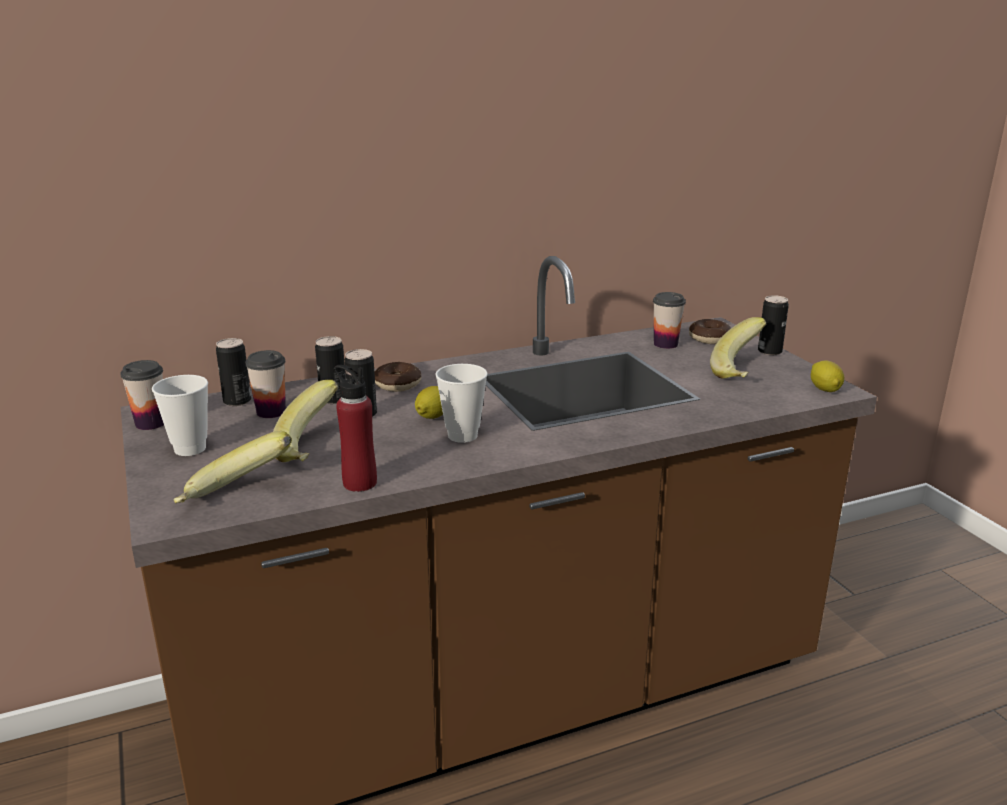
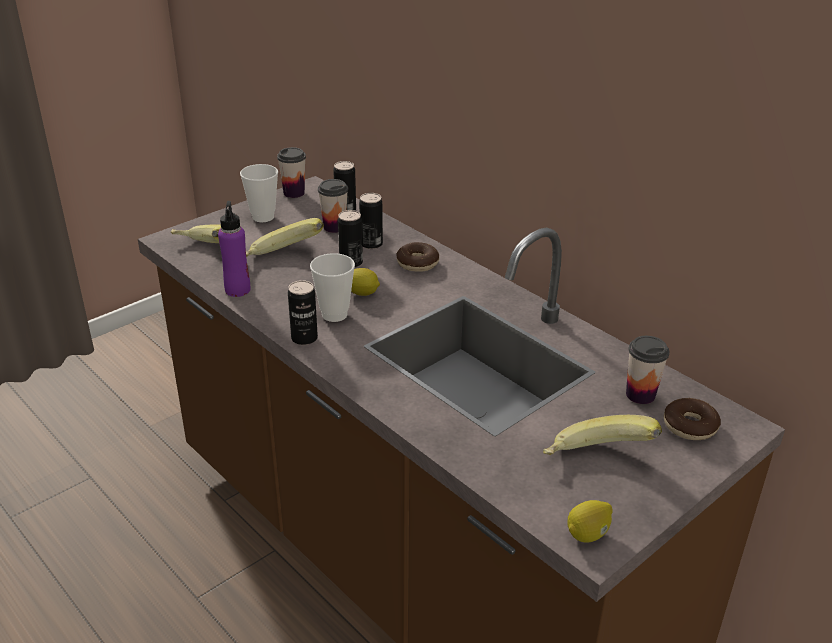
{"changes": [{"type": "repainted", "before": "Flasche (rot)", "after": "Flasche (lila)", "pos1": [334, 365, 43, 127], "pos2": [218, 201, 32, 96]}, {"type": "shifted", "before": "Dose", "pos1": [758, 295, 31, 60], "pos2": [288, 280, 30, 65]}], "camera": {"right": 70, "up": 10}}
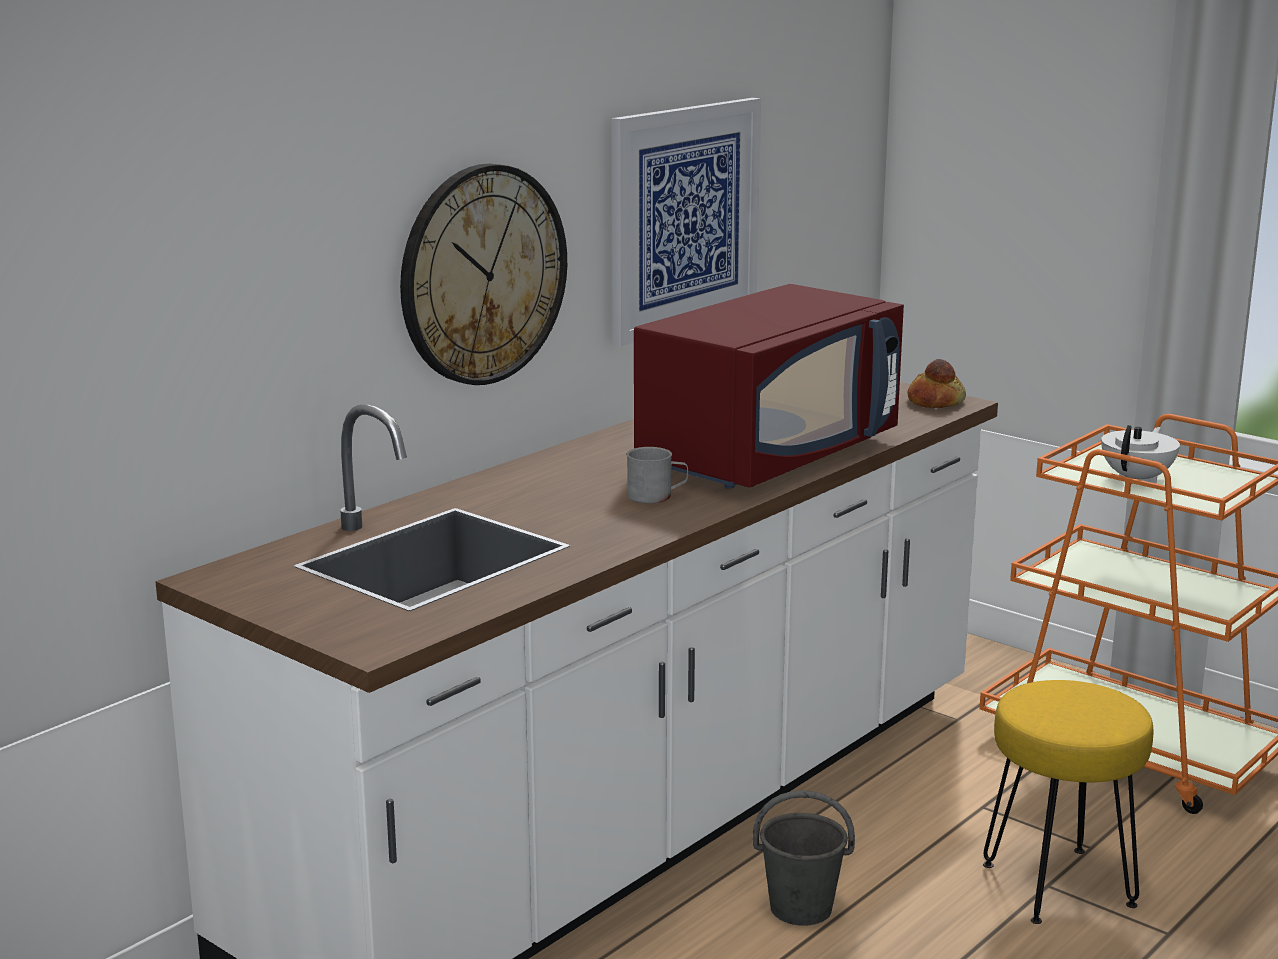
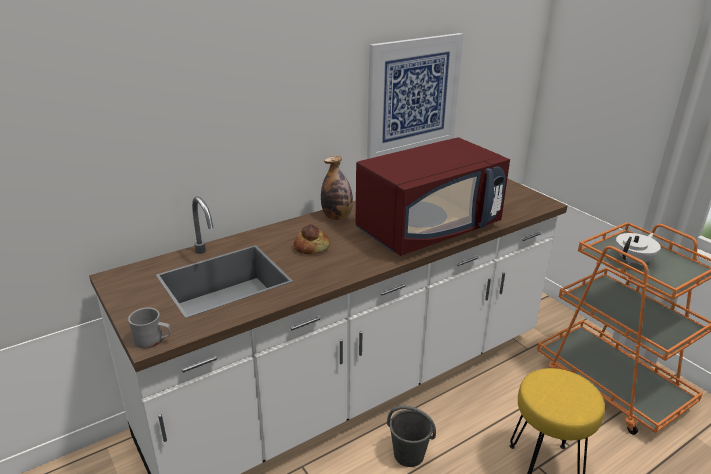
{"changes": [{"type": "shifted", "before": "Henkelbecher (grau)", "pos1": [626, 447, 62, 56], "pos2": [128, 307, 43, 41]}, {"type": "shifted", "before": "Brot", "pos1": [908, 359, 58, 49], "pos2": [294, 224, 36, 30]}, {"type": "new", "after": "Flasche", "pos2": [321, 156, 32, 64]}, {"type": "gone", "before": "Wanduhr", "pos1": [400, 164, 167, 221]}], "camera": {"right": 15, "up": 10}}
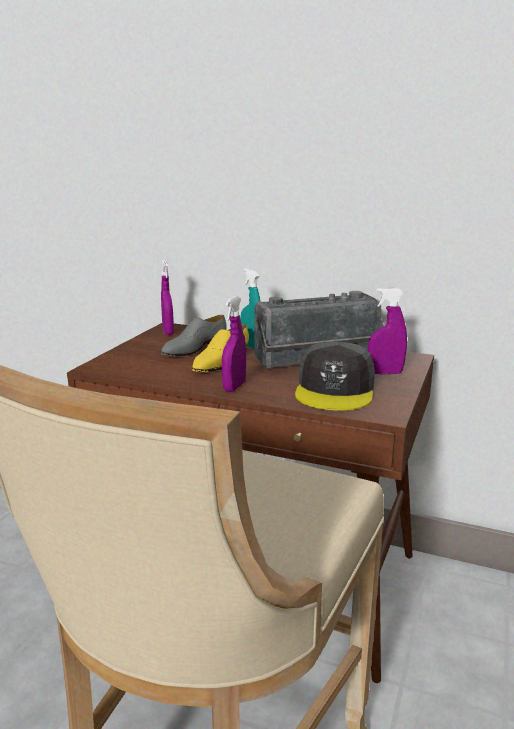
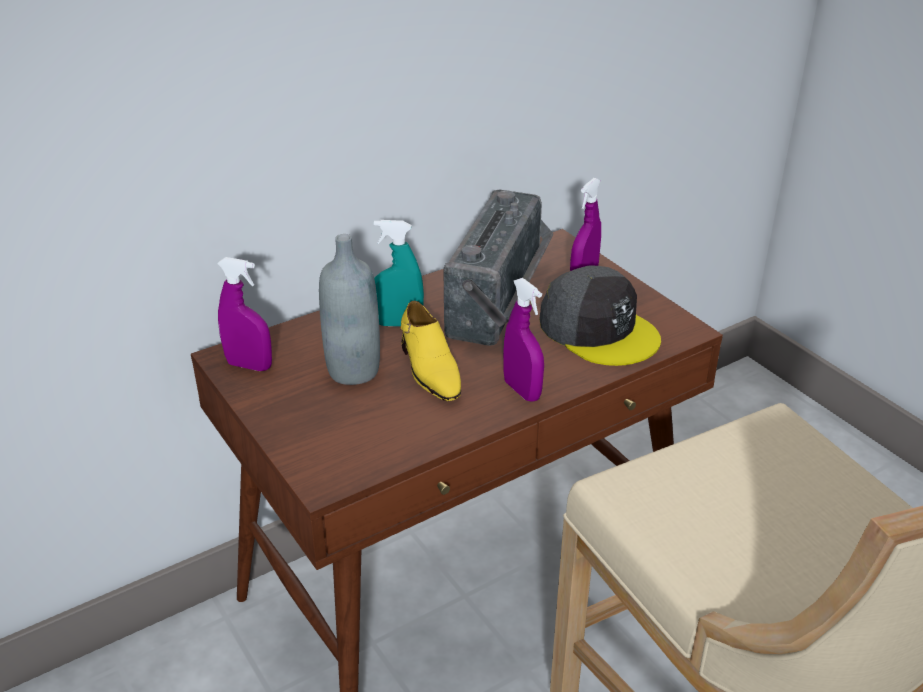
{"changes": [{"type": "swapped", "before": "Schuh (grau)", "after": "Flasche (grau)", "pos1": [161, 315, 66, 42], "pos2": [319, 234, 61, 151]}], "camera": {"right": -55, "up": 15}}
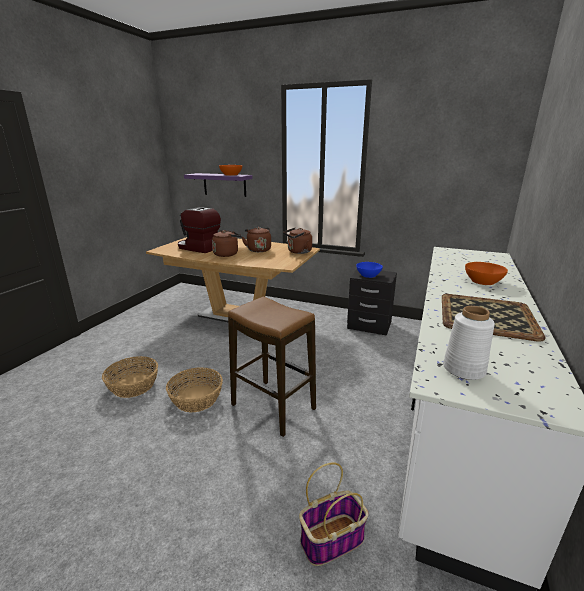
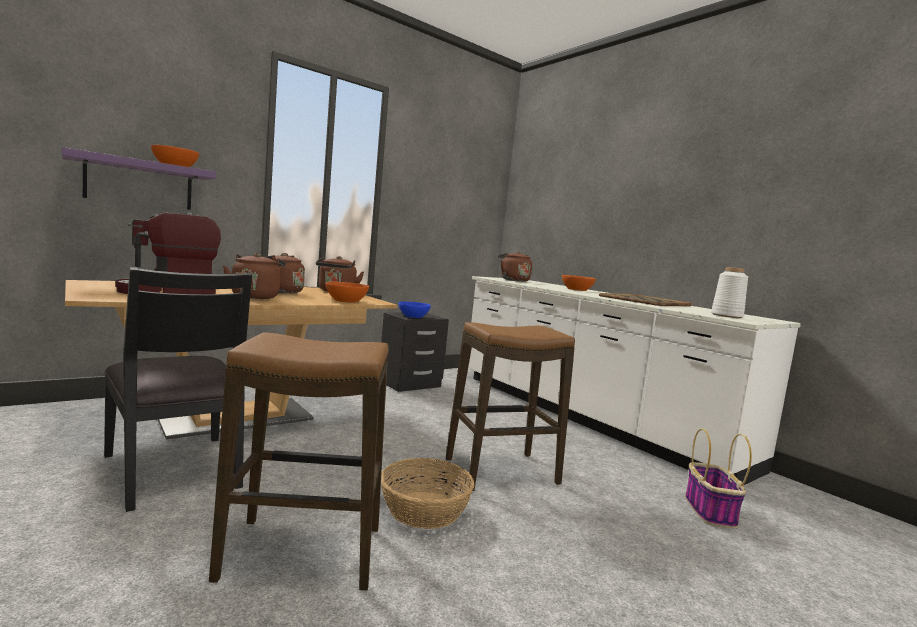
{"changes": [{"type": "new", "after": "Stuhl (schwarz)", "pos2": [104, 267, 148, 245]}, {"type": "swapped", "before": "Korb", "after": "Hocker", "pos1": [102, 356, 56, 42], "pos2": [209, 332, 180, 259]}, {"type": "new", "after": "Schüssel (orange)", "pos2": [326, 282, 43, 21]}, {"type": "new", "after": "Wasserkessel (braun)", "pos2": [498, 252, 34, 30]}], "camera": {"right": -60, "up": -15}}
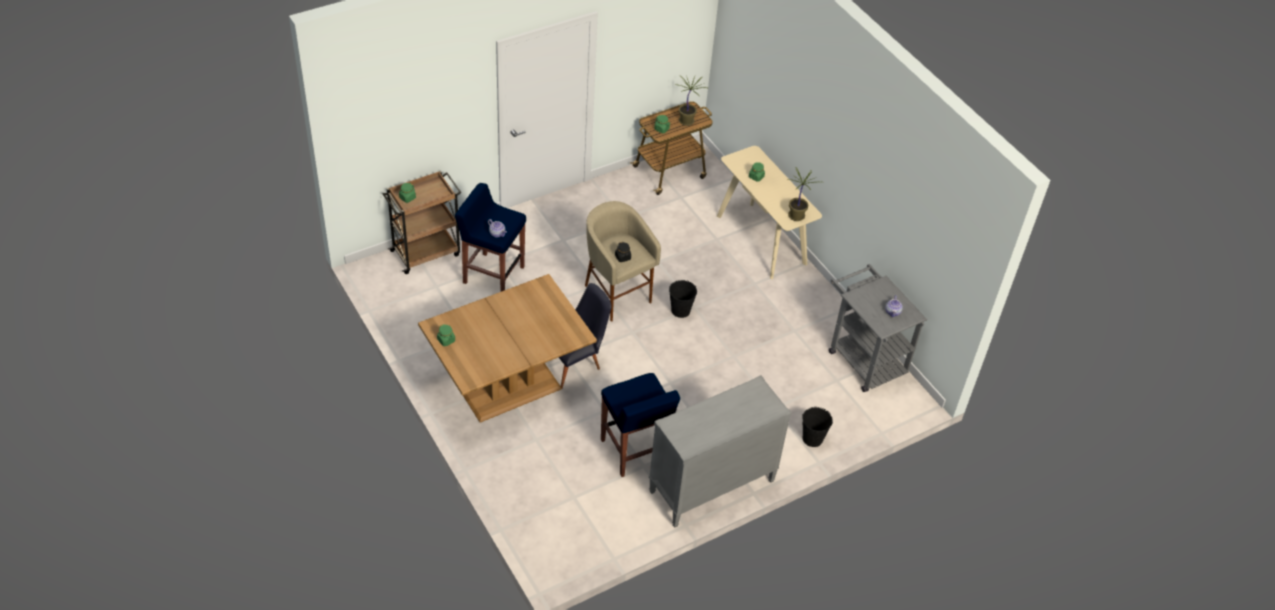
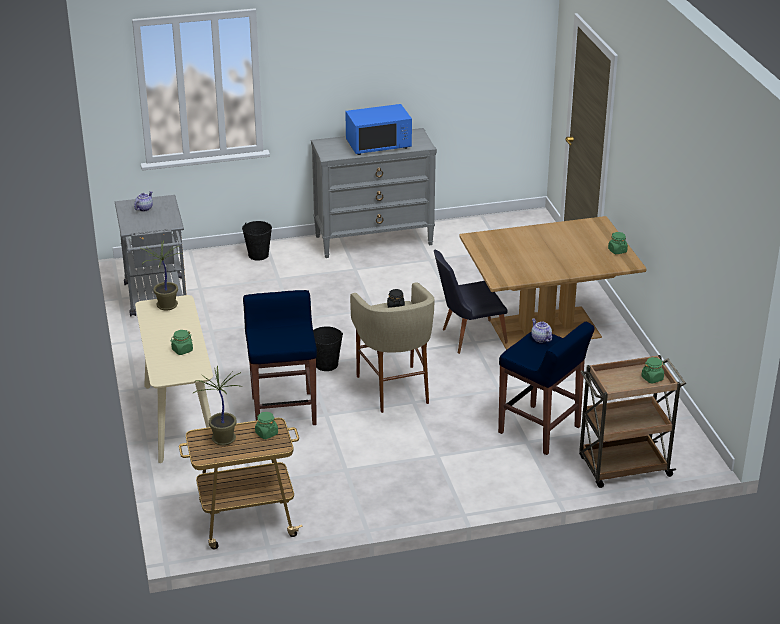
{"changes": [{"type": "shifted", "before": "Hocker (blau)", "pos1": [601, 373, 79, 104], "pos2": [243, 290, 74, 135]}, {"type": "new", "after": "Mikrowelle (blau)", "pos2": [345, 104, 67, 51]}], "camera": {"right": -160, "up": -15}}
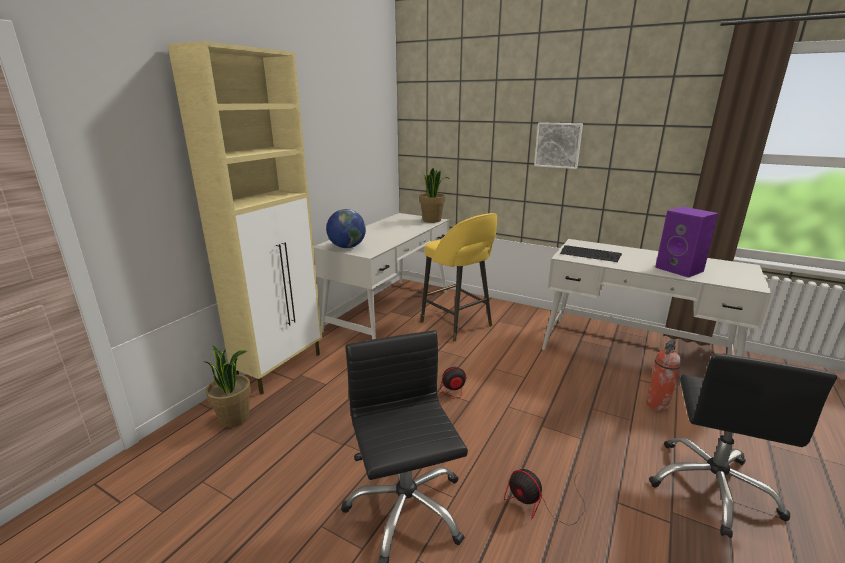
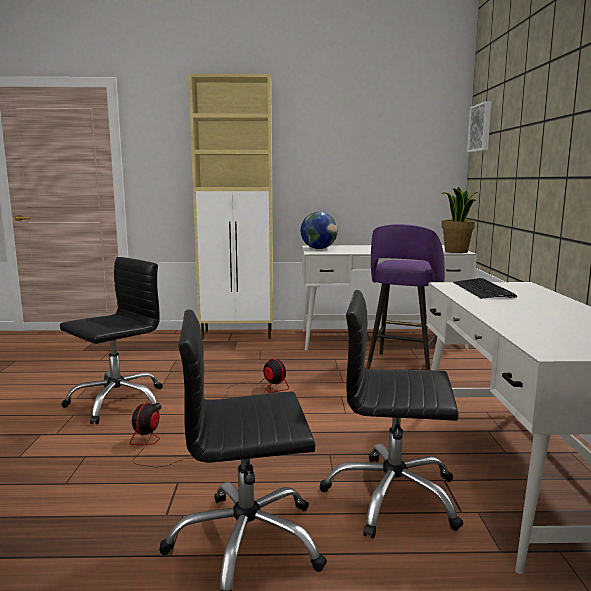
{"changes": [{"type": "swapped", "before": "Feuerlöscher", "after": "Bürostuhl (schwarz)", "pos1": [646, 339, 35, 72], "pos2": [320, 290, 144, 249]}, {"type": "repainted", "before": "Hocker (gelb)", "after": "Hocker (lila)", "pos1": [421, 213, 76, 129], "pos2": [366, 224, 79, 146]}, {"type": "shifted", "before": "Bild", "pos1": [534, 122, 49, 47], "pos2": [467, 101, 24, 51]}, {"type": "gone", "before": "Topfpflanze", "pos1": [206, 345, 45, 82]}, {"type": "gone", "before": "Lautsprecher (lila)", "pos1": [655, 207, 64, 71]}], "camera": {"right": 60, "up": -10}}
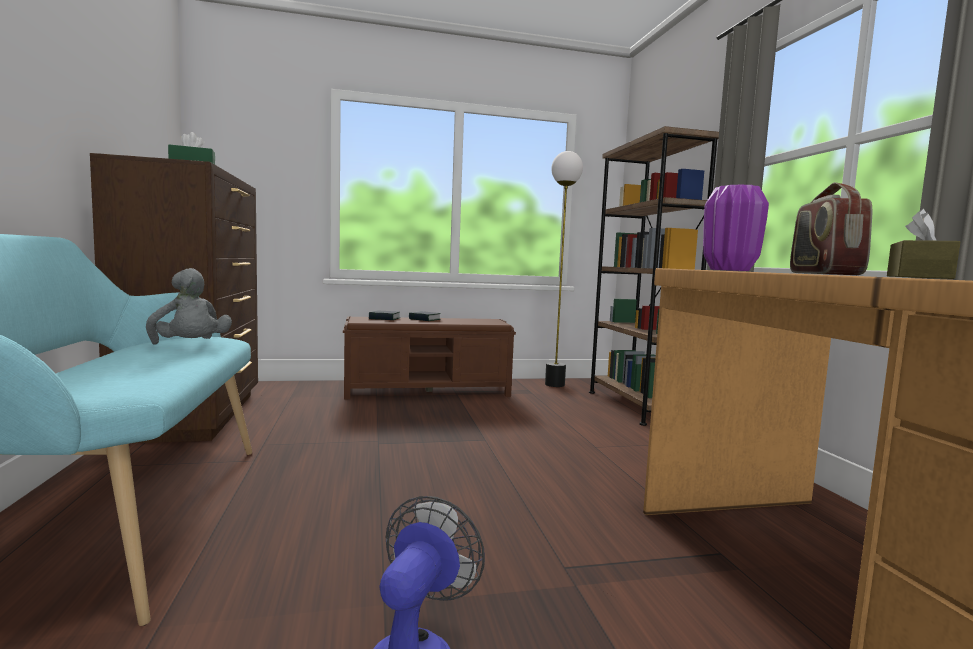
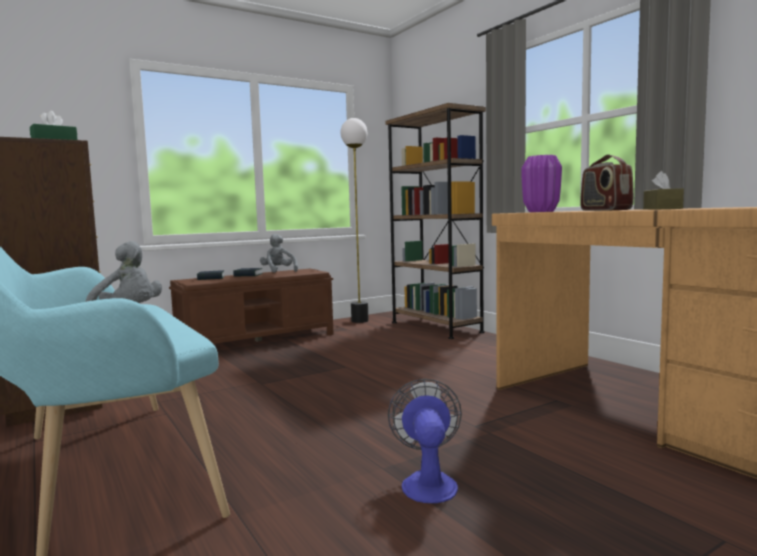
{"changes": [{"type": "new", "after": "Plüschtier (grau)", "pos2": [260, 234, 38, 39]}], "camera": {"right": -20, "up": 0}}
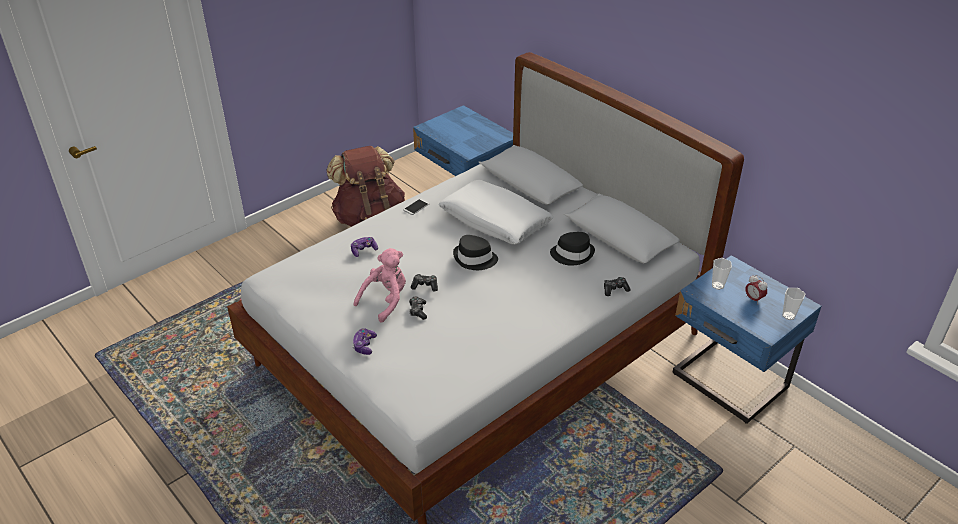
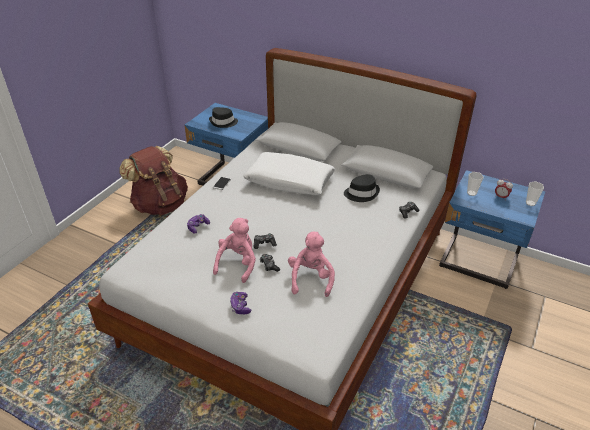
{"changes": [{"type": "shifted", "before": "Hut (schwarz)", "pos1": [453, 235, 45, 35], "pos2": [209, 107, 29, 21]}, {"type": "new", "after": "Plüschtier (rosa)", "pos2": [288, 231, 47, 66]}], "camera": {"right": -20, "up": 0}}
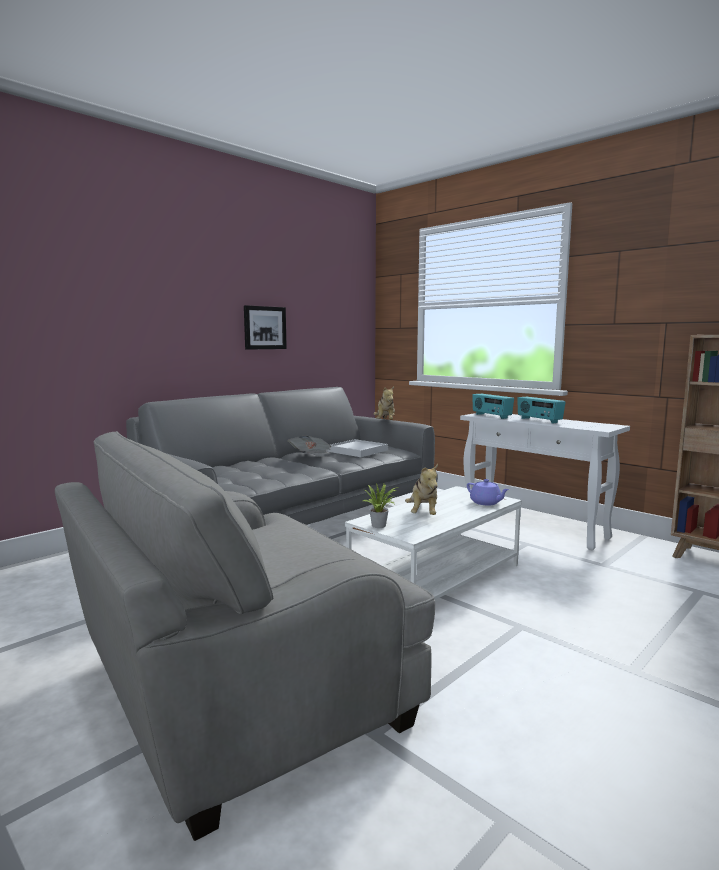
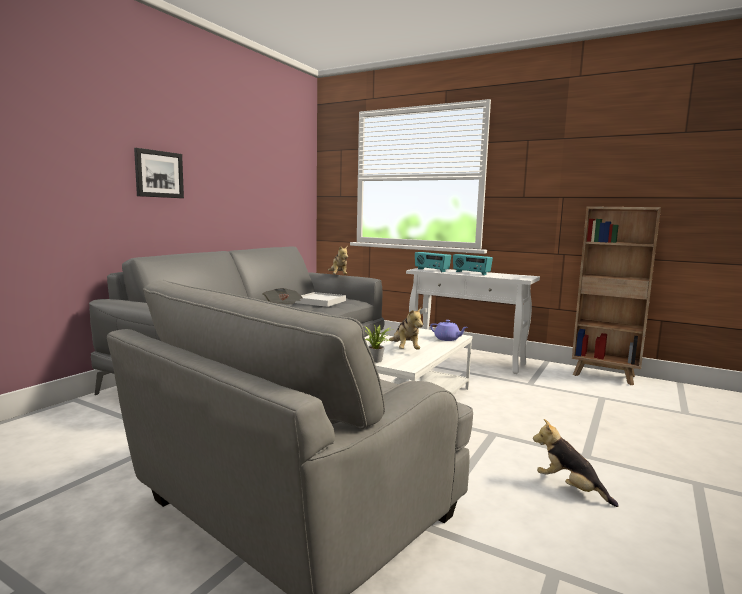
{"changes": [{"type": "shifted", "before": "Bild", "pos1": [244, 305, 43, 45], "pos2": [134, 148, 50, 50]}, {"type": "new", "after": "Plüschtier", "pos2": [533, 419, 86, 88]}], "camera": {"right": -15, "up": 0}}
